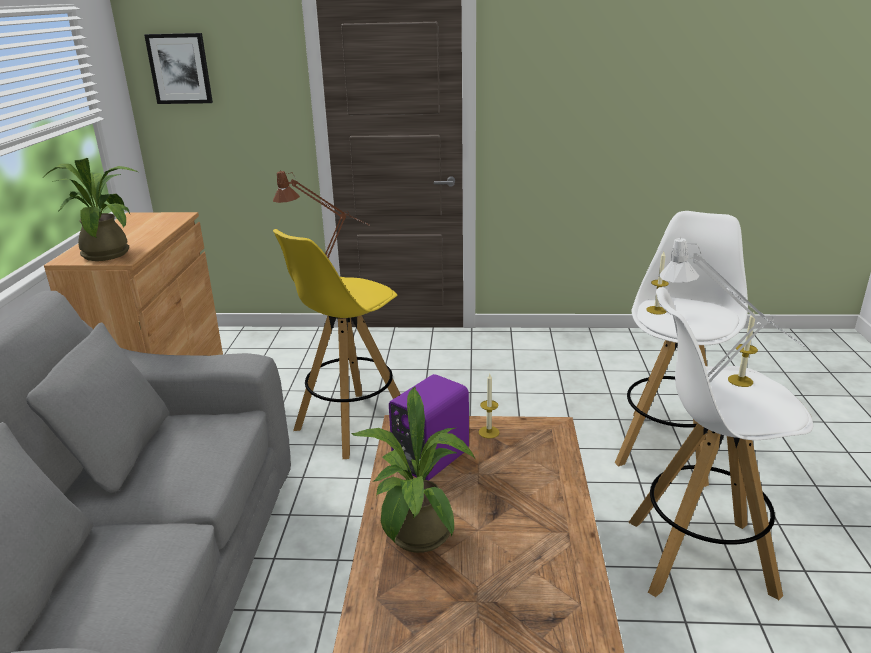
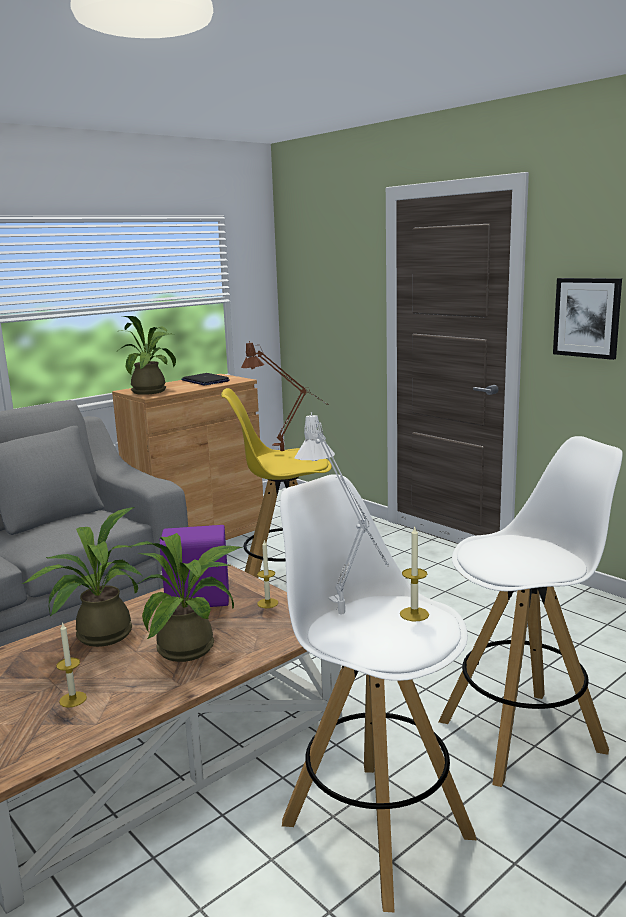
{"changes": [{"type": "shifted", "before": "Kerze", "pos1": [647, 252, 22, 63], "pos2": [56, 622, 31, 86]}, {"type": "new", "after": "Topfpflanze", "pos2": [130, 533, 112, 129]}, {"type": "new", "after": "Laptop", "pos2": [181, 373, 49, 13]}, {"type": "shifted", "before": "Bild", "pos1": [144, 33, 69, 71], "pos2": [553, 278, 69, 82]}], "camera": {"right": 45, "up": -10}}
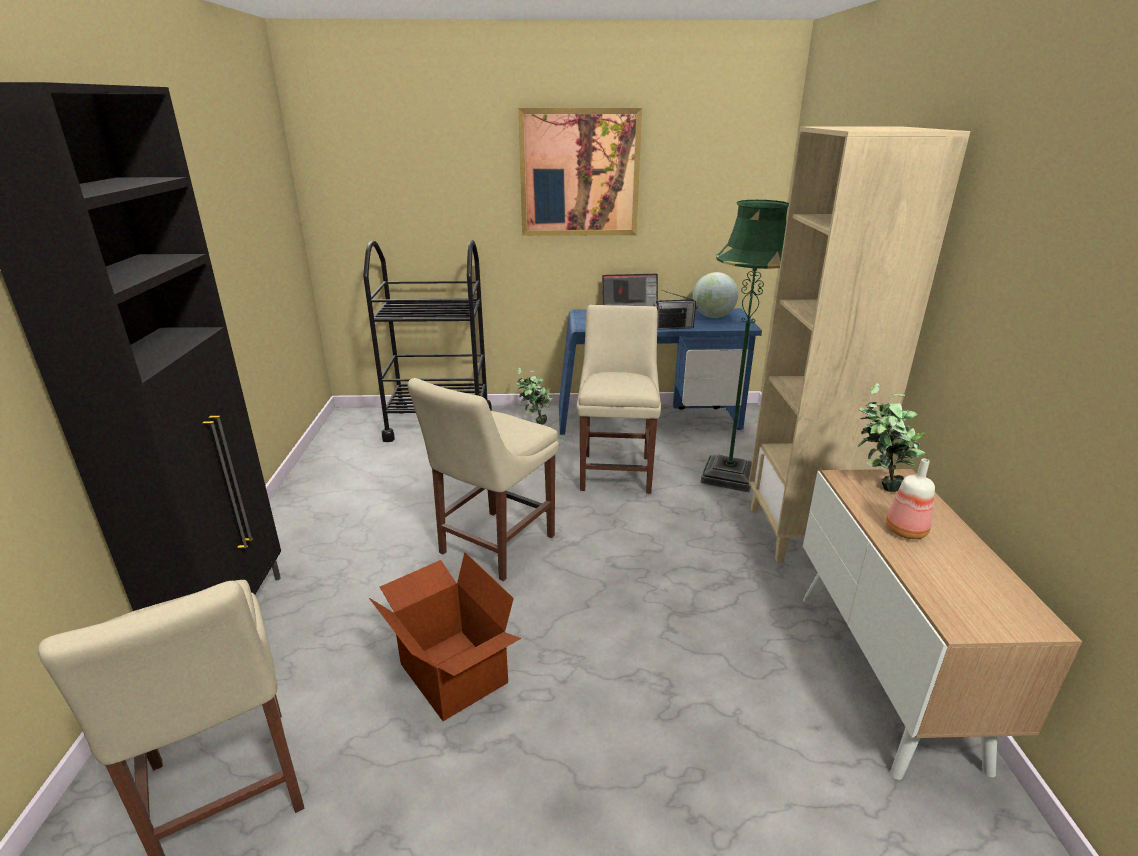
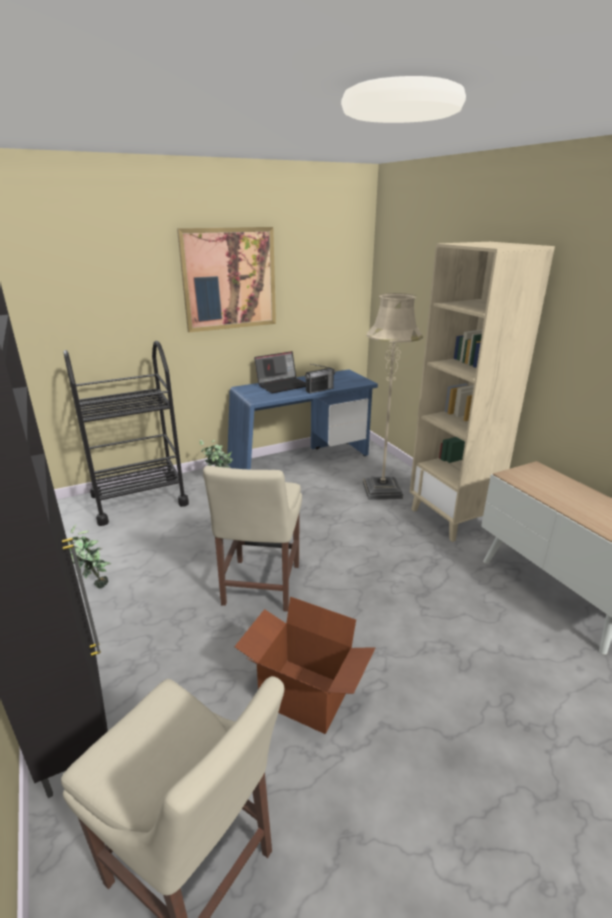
{"changes": [{"type": "shifted", "before": "Topfpflanze", "pos1": [858, 383, 67, 109], "pos2": [68, 524, 44, 64]}, {"type": "repainted", "before": "Stehlampe (grün)", "after": "Stehlampe (beige)", "pos1": [701, 200, 88, 292], "pos2": [363, 293, 60, 207]}, {"type": "gone", "before": "Stuhl (beige)", "pos1": [577, 305, 84, 189]}, {"type": "gone", "before": "Globus", "pos1": [693, 272, 46, 46]}, {"type": "gone", "before": "Flasche", "pos1": [886, 459, 49, 80]}], "camera": {"right": -25, "up": 0}}
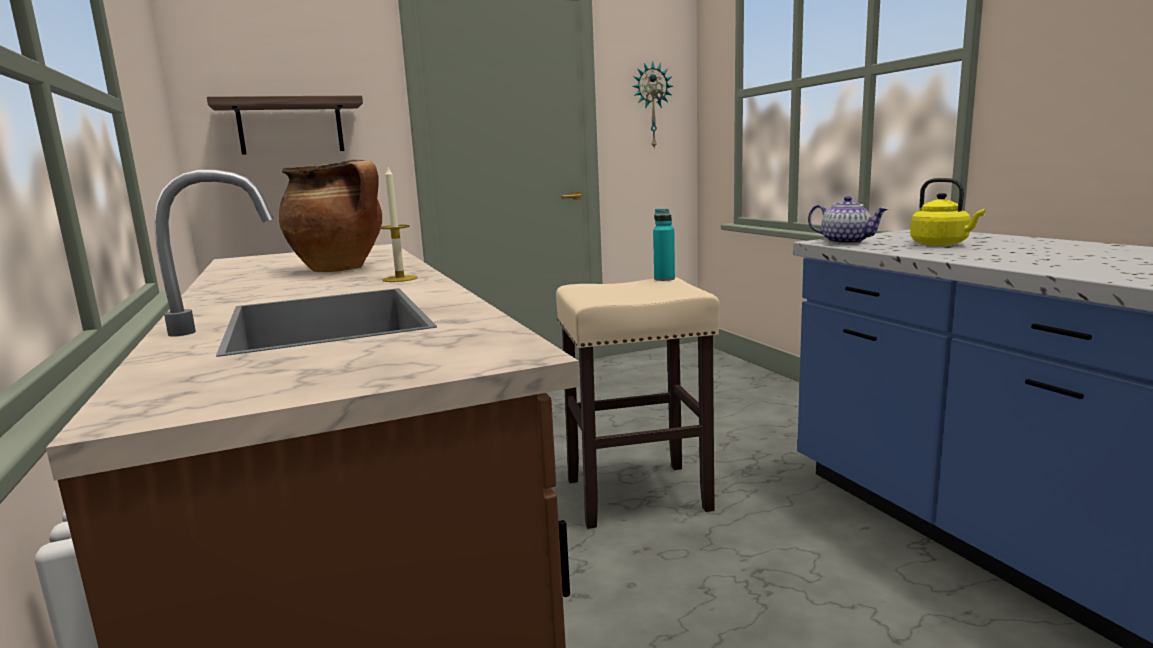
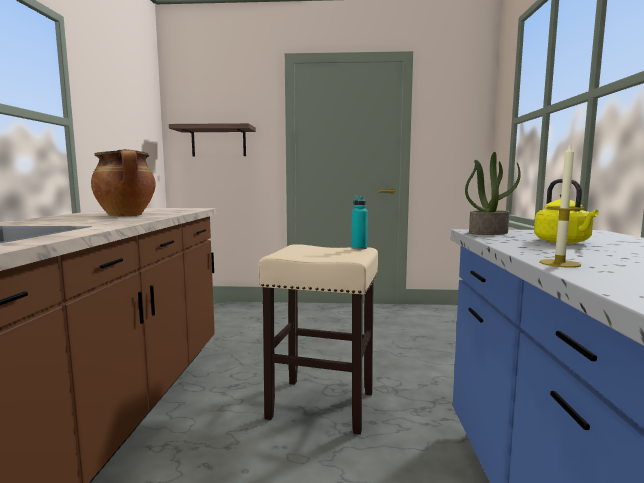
{"changes": [{"type": "swapped", "before": "Teekanne", "after": "Topfpflanze", "pos1": [808, 196, 80, 48], "pos2": [465, 152, 56, 83]}, {"type": "shifted", "before": "Kerze", "pos1": [379, 167, 38, 115], "pos2": [539, 142, 44, 126]}, {"type": "gone", "before": "Wanduhr", "pos1": [633, 61, 40, 89]}], "camera": {"right": 25, "up": -5}}
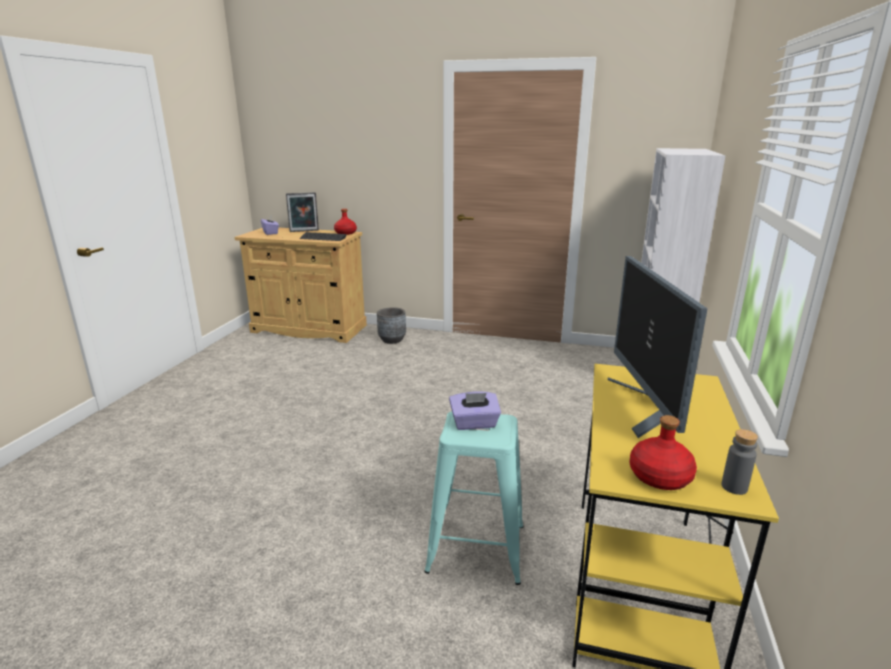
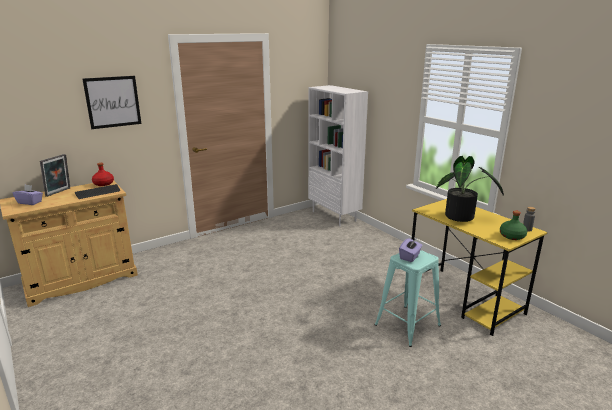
{"changes": [{"type": "new", "after": "Bild", "pos2": [82, 76, 59, 53]}, {"type": "swapped", "before": "Monitor", "after": "Topfpflanze", "pos1": [608, 256, 99, 182], "pos2": [436, 156, 68, 66]}, {"type": "repainted", "before": "Flasche (rot)", "after": "Flasche (grün)", "pos1": [630, 415, 67, 75], "pos2": [500, 210, 27, 30]}, {"type": "gone", "before": "Pflanzkübel (grau)", "pos1": [377, 307, 29, 37]}], "camera": {"right": -50, "up": 0}}
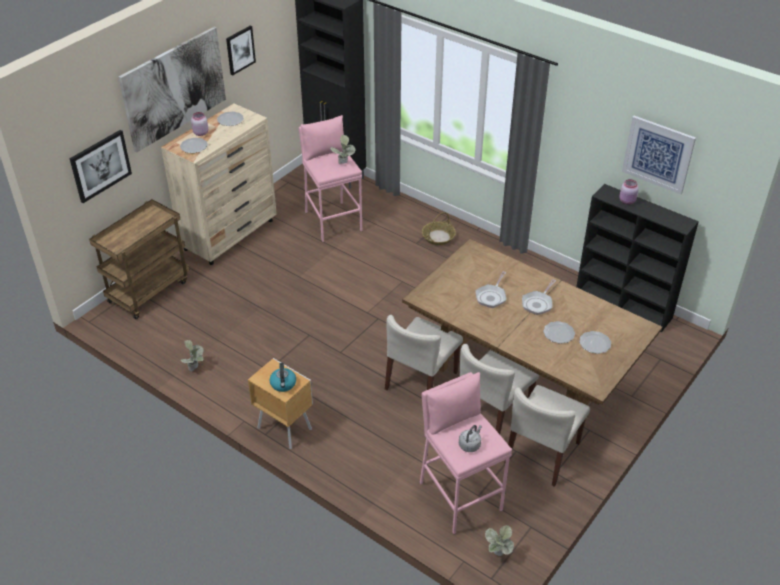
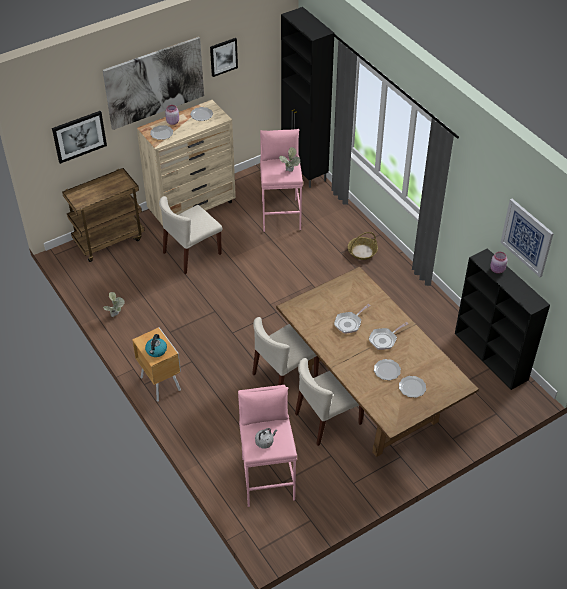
{"changes": [{"type": "shifted", "before": "Stuhl (beige)", "pos1": [504, 385, 86, 102], "pos2": [159, 196, 63, 78]}, {"type": "gone", "before": "Topfpflanze", "pos1": [485, 525, 29, 31]}], "camera": {"right": 20, "up": 5}}
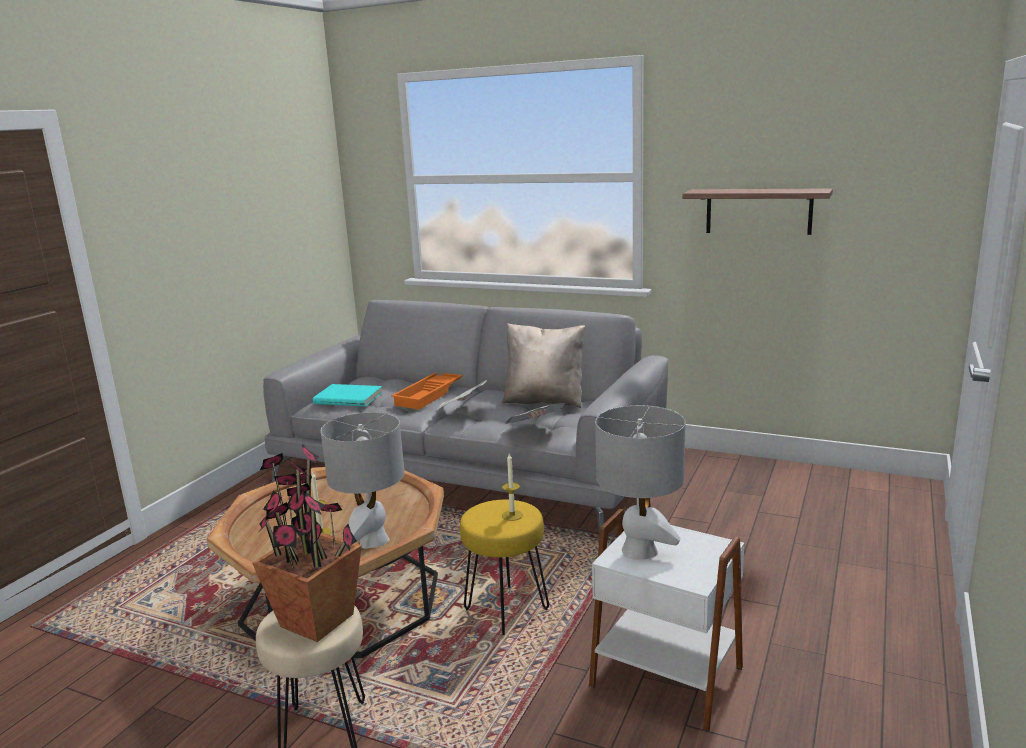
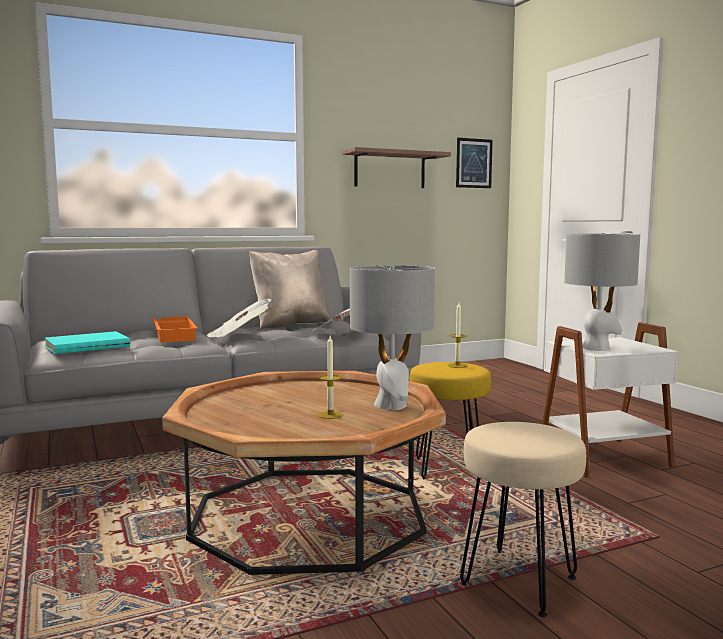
{"changes": [{"type": "new", "after": "Bild", "pos2": [456, 138, 37, 50]}, {"type": "gone", "before": "Topfpflanze", "pos1": [252, 444, 110, 198]}], "camera": {"right": -50, "up": -10}}
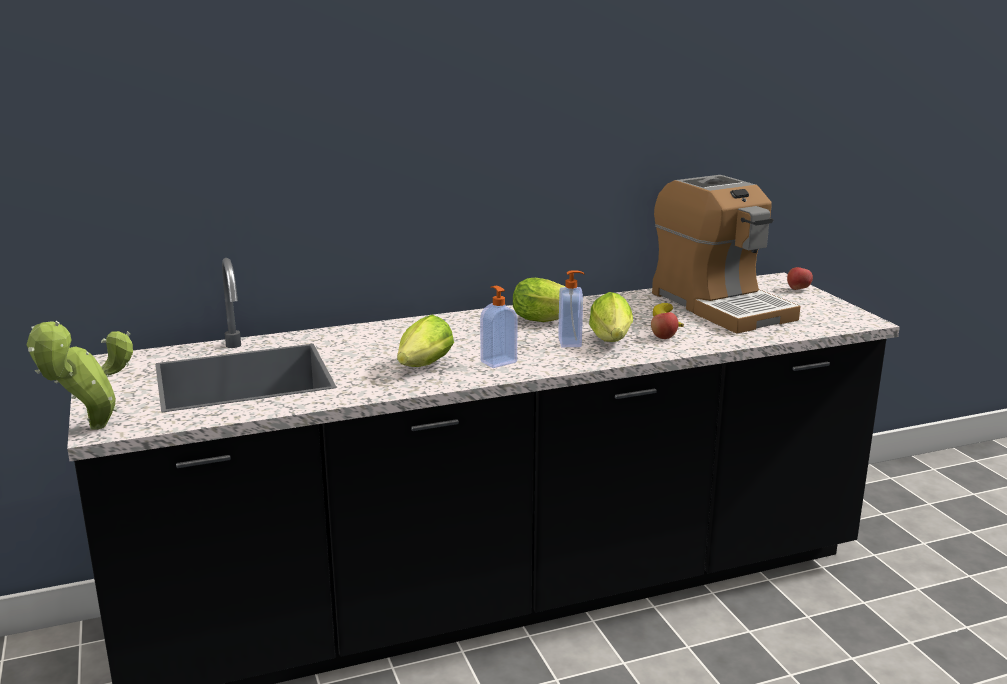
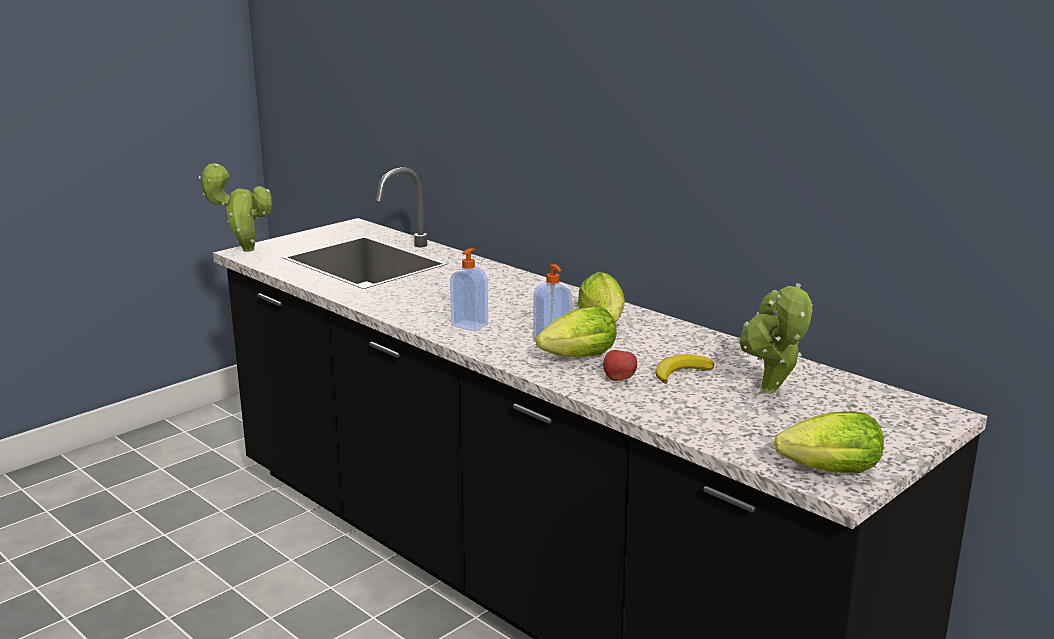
{"changes": [{"type": "swapped", "before": "Kaffeemaschine", "after": "Topfpflanze", "pos1": [652, 175, 148, 159], "pos2": [739, 283, 74, 111]}, {"type": "shifted", "before": "Salatkopf", "pos1": [397, 315, 57, 52], "pos2": [774, 411, 110, 62]}, {"type": "gone", "before": "Apfel", "pos1": [787, 267, 26, 23]}], "camera": {"right": 65, "up": 0}}
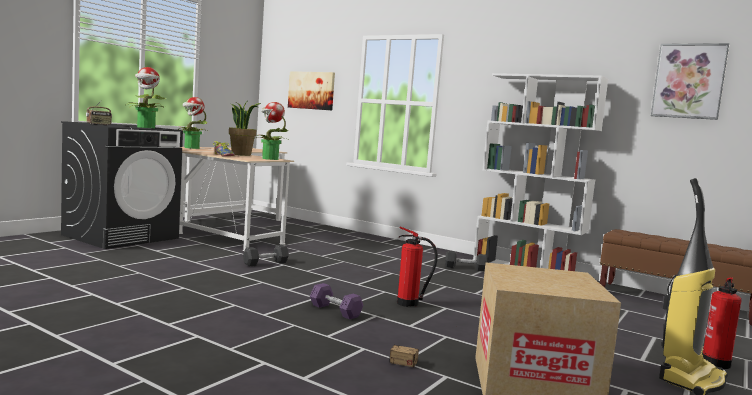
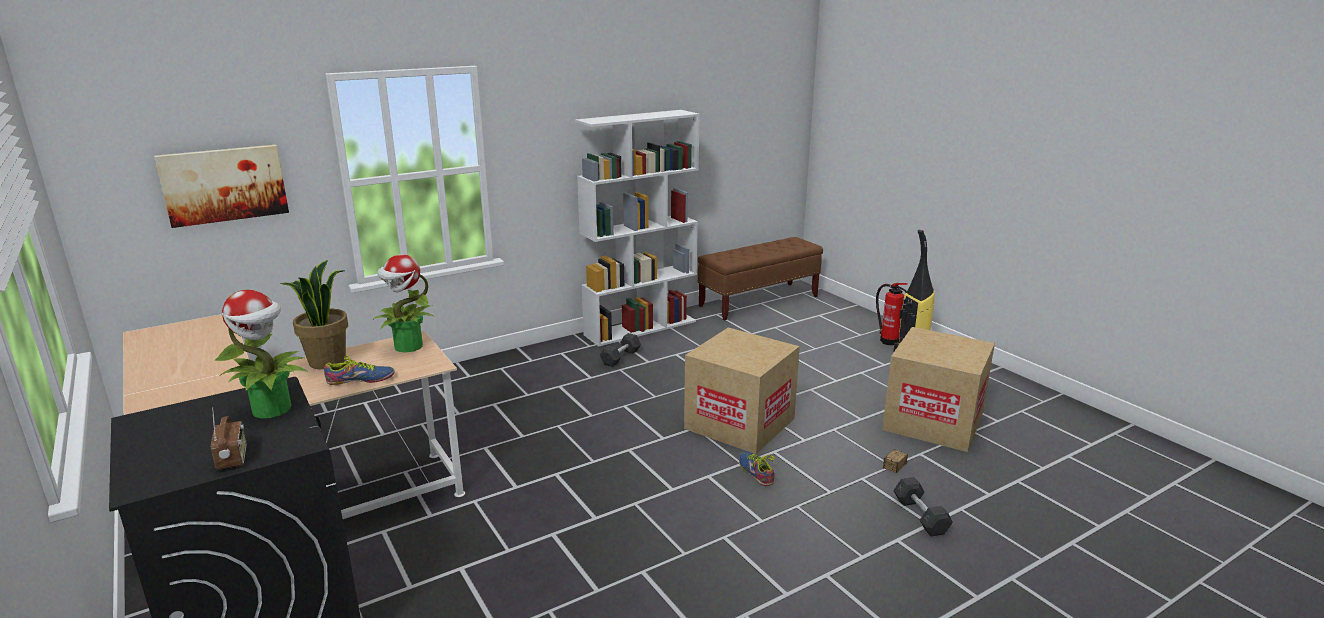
{"changes": [{"type": "swapped", "before": "Feuerlöscher", "after": "Karton", "pos1": [397, 227, 41, 80], "pos2": [684, 327, 116, 127]}, {"type": "swapped", "before": "Hantel (lila)", "after": "Schuh", "pos1": [310, 283, 54, 36], "pos2": [739, 451, 37, 35]}, {"type": "shifted", "before": "Hantel (grau)", "pos1": [243, 245, 46, 22], "pos2": [893, 477, 60, 60]}, {"type": "gone", "before": "Topfpflanze", "pos1": [178, 97, 31, 52]}, {"type": "gone", "before": "Bild", "pos1": [651, 43, 79, 77]}], "camera": {"right": -65, "up": 15}}
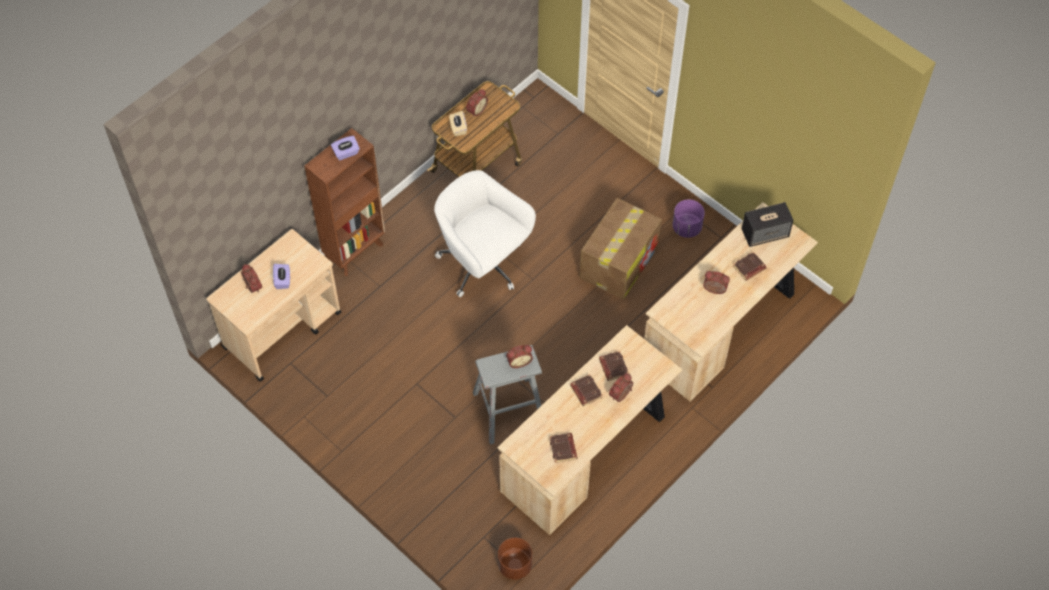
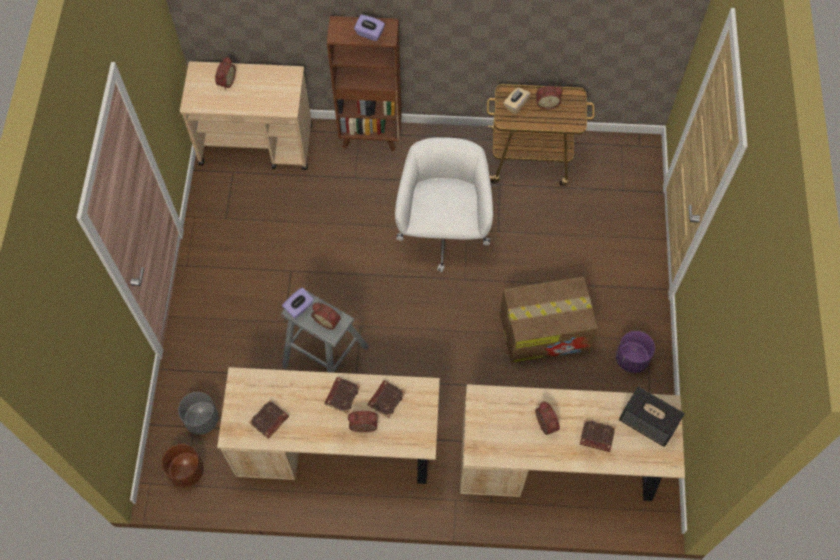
{"changes": [{"type": "new", "after": "Pflanzkübel (grau)", "pos2": [178, 392, 41, 43]}, {"type": "shifted", "before": "Taschentuchbox (lila)", "pos1": [273, 264, 17, 25], "pos2": [282, 288, 32, 31]}], "camera": {"right": 50, "up": 5}}
